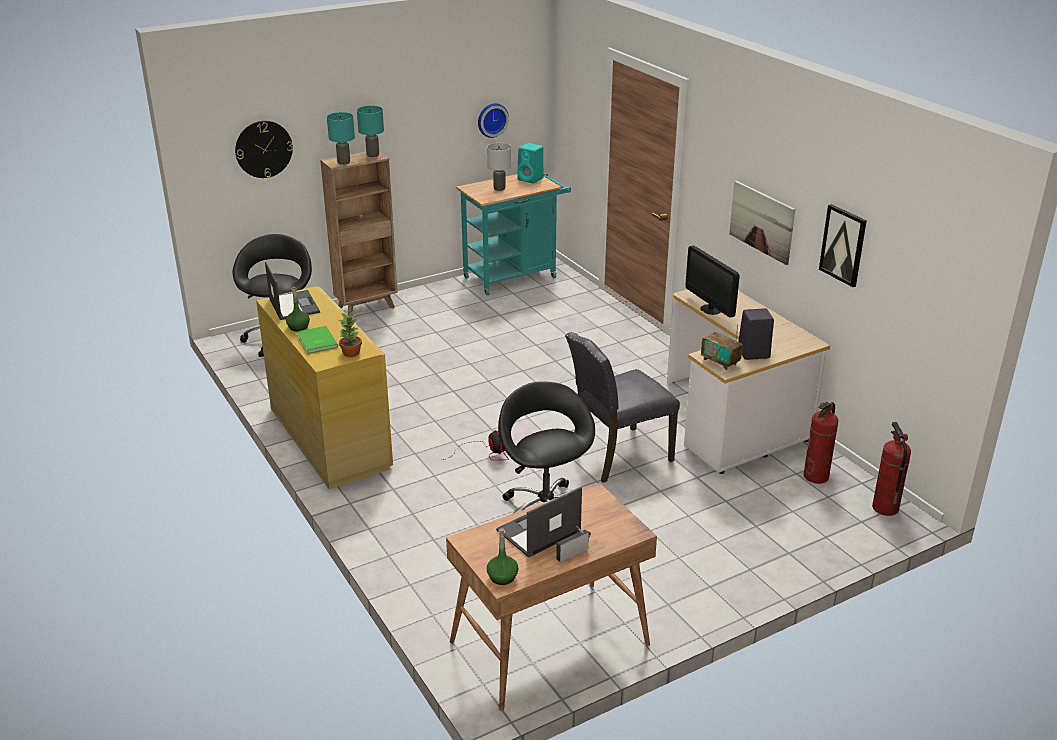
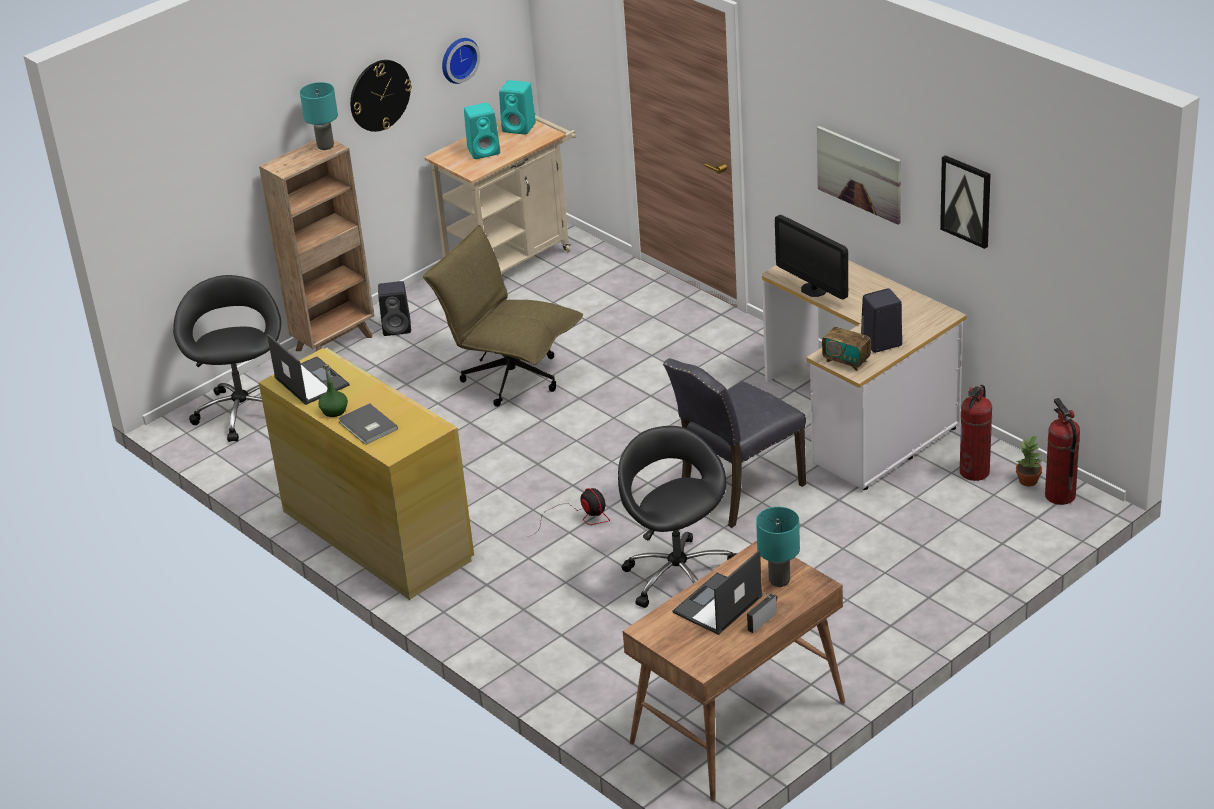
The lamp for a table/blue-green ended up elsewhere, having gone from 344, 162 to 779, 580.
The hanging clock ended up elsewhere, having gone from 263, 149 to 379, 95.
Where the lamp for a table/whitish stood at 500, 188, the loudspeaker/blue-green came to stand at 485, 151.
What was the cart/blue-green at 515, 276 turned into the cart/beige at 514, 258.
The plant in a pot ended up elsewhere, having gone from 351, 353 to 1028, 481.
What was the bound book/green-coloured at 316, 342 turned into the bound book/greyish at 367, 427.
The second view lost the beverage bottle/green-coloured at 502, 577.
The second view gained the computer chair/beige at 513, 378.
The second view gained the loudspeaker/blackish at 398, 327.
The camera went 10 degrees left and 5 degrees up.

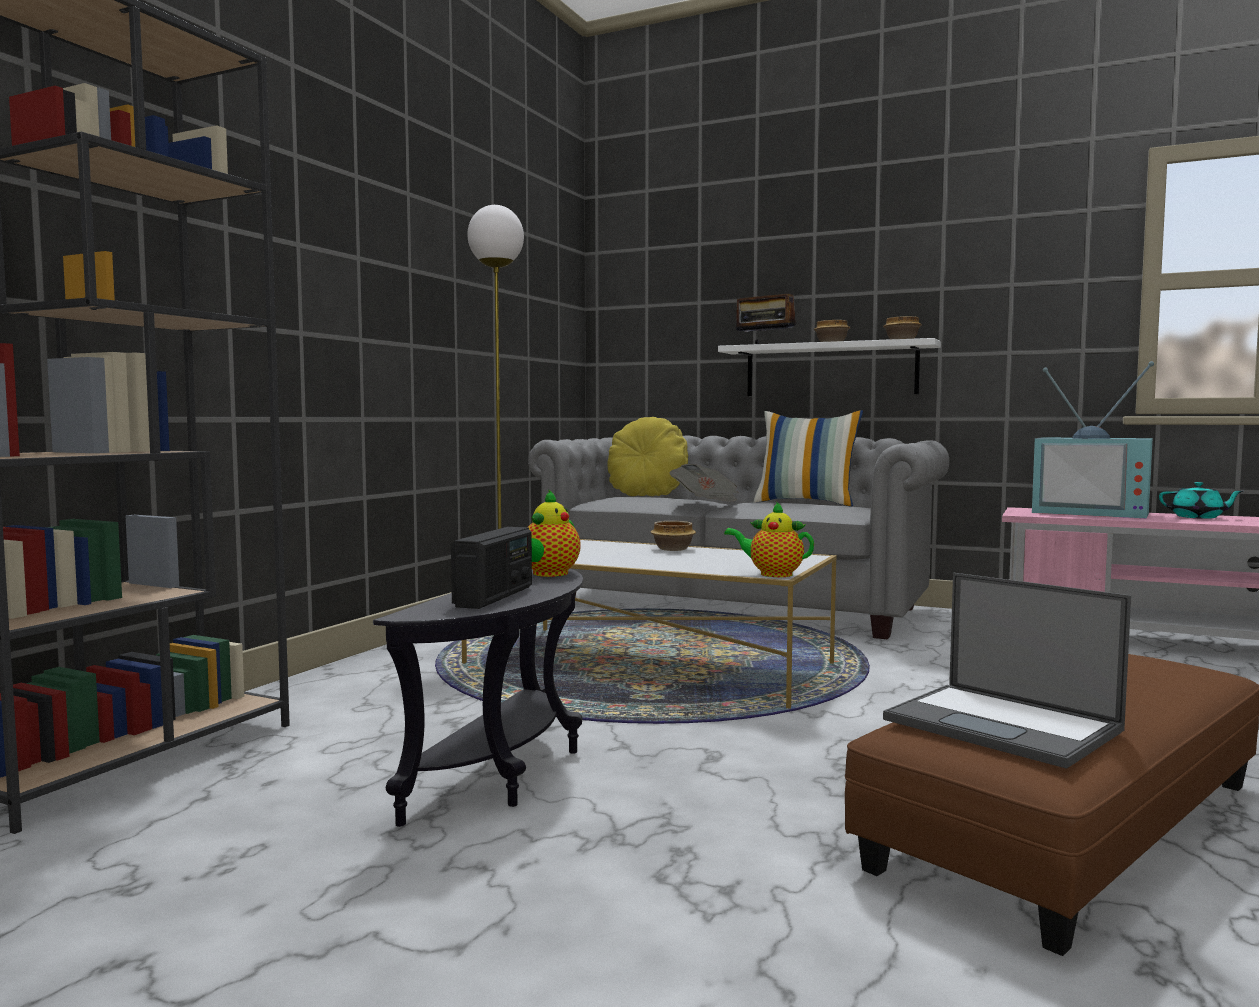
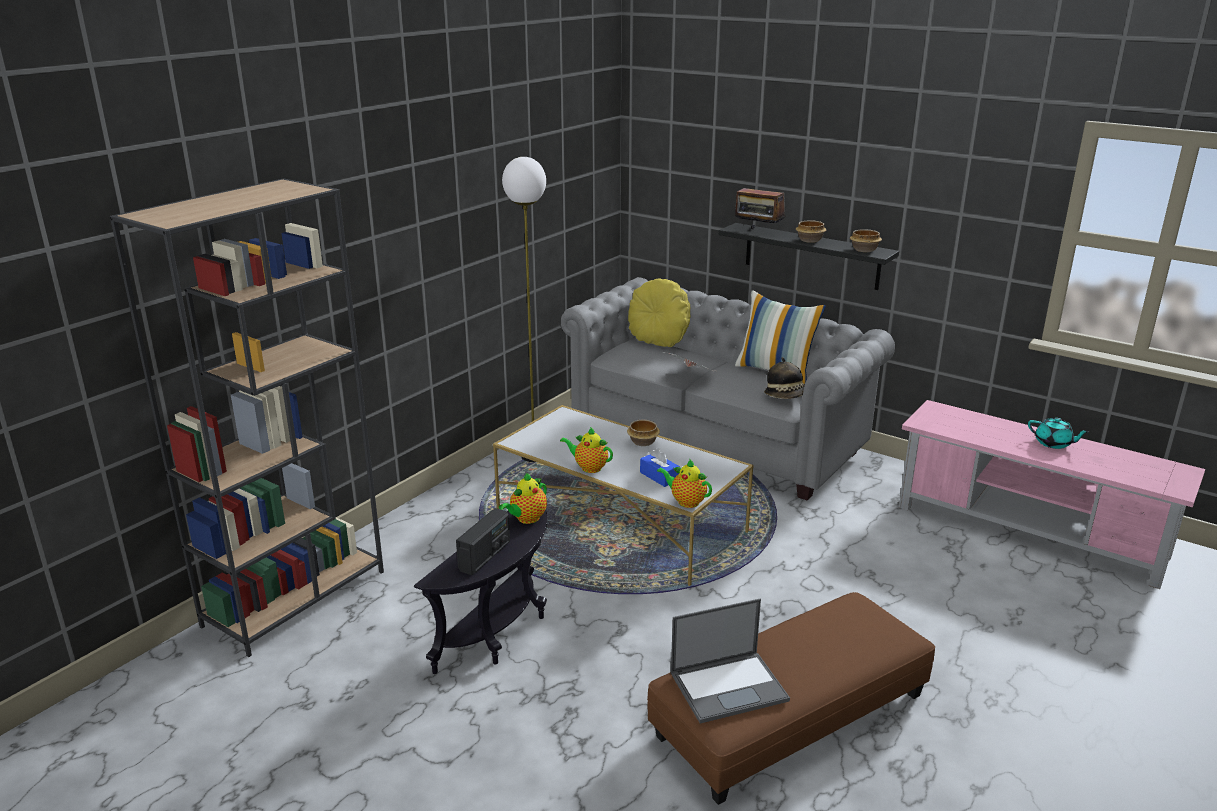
What was the bracket shelf/whitish at 830, 370 turned into the bracket shelf/blackish at 811, 256.
The second view lost the TV at 1092, 512.
The notebook computer at 1005, 725 ended up facing another way, 75 degrees counterclockwise from before.
The second view gained the hat at 786, 396.
The second view gained the pot for tea at 589, 468.
The second view gained the tissue holder/blue at 659, 476.
The camera went 10 degrees right and 20 degrees up.

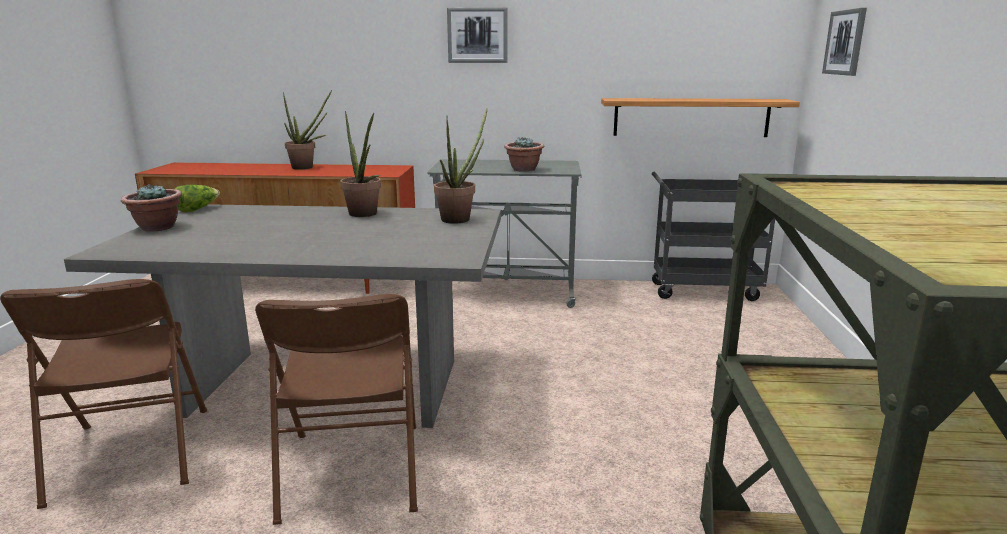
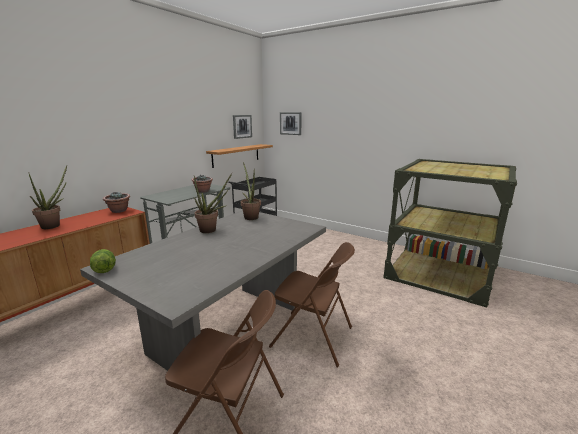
The wall art ended up elsewhere, having gone from 477, 35 to 242, 126.
The plant in a pot ended up elsewhere, having gone from 157, 228 to 119, 211.
The camera went 60 degrees left and 0 degrees up.

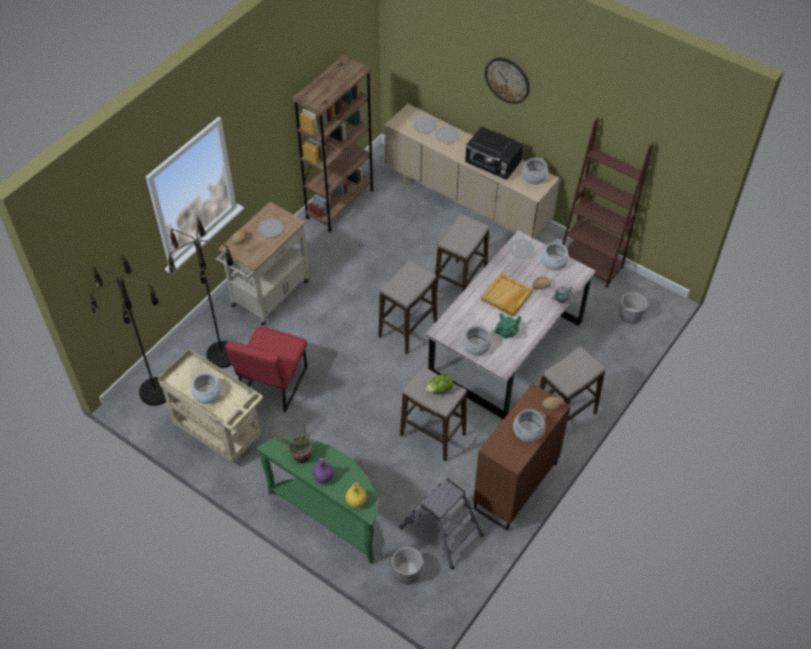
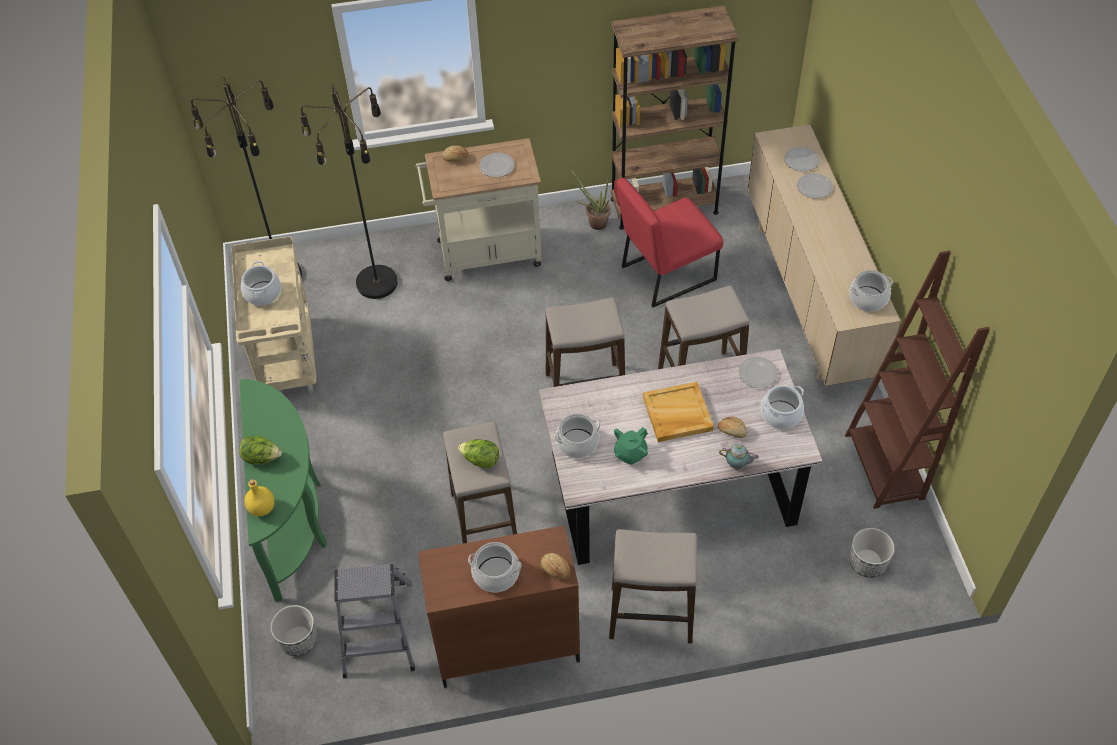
The second view lost the hanging clock at 507, 80.
The second view lost the microwave/blackish at 493, 165.
The pot for tea/green-coloured at 507, 332 ended up facing another way, 120 degrees clockwise from before.
The chair/red ended up elsewhere, having gone from 273, 384 to 665, 274.
The plant in a pot ended up elsewhere, having gone from 298, 457 to 594, 222.
Where the beverage bottle/purplish stood at 323, 477, the lettuce head came to stand at 262, 458.
The camera went 45 degrees right and 0 degrees up.

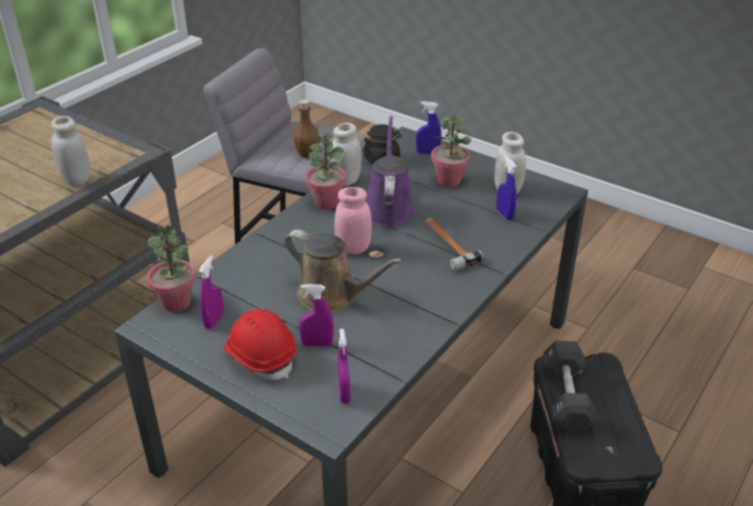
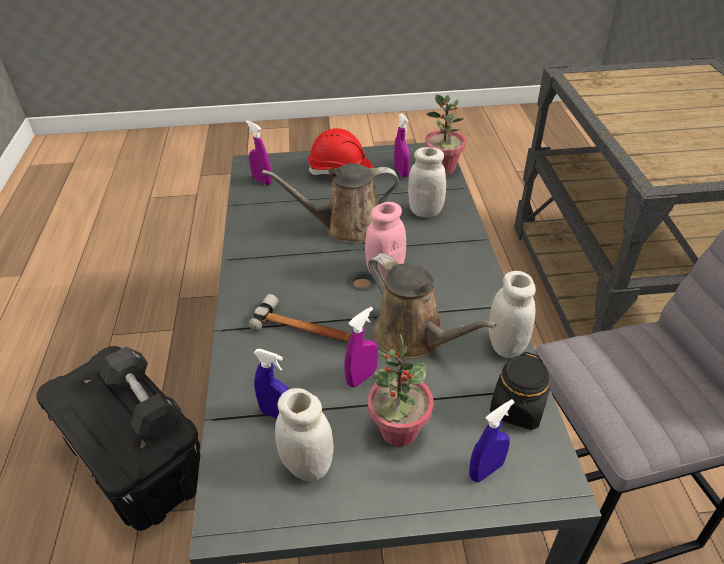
The second view lost the beverage bottle/brown at 307, 153.
The storage jar/whitish ended up elsewhere, having gone from 76, 179 to 425, 211.
What was the watering pot/purplish at 388, 208 turned into the watering pot/brown at 413, 337.
The second view lost the plant in a pot at 326, 202.
The spray bottle/purplish ended up elsewhere, having gone from 317, 344 to 361, 377.
The camera went 140 degrees right and 5 degrees up.

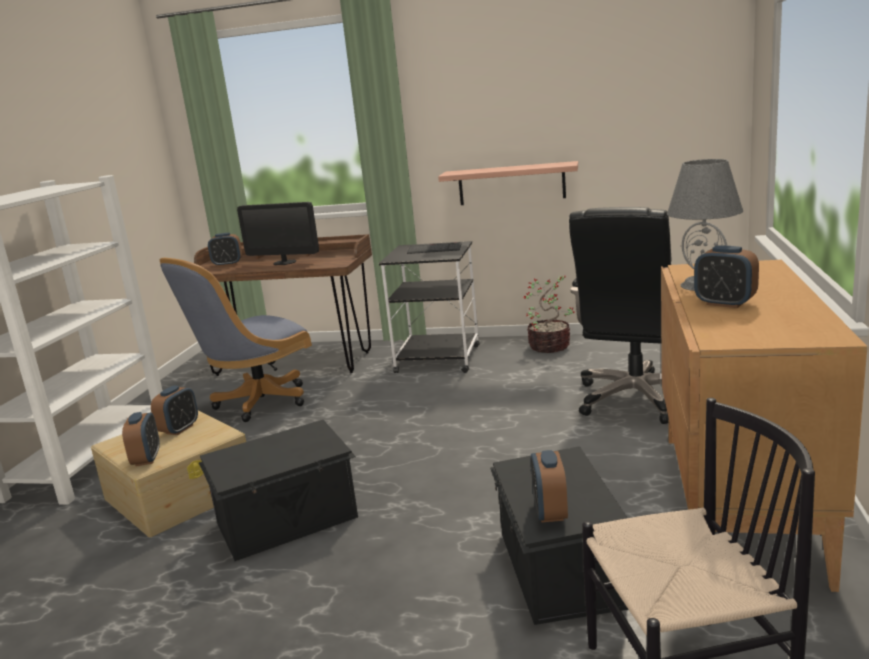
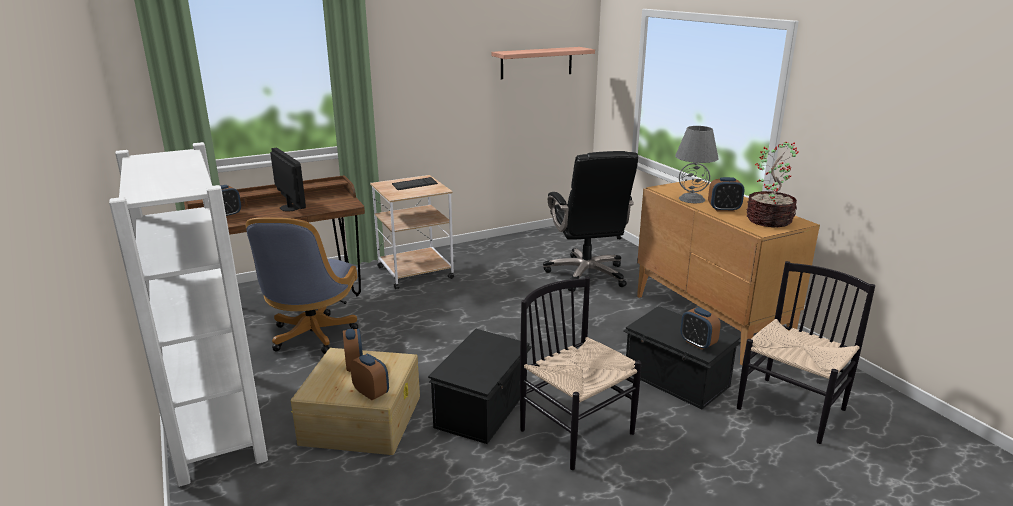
The bracket shelf ended up elsewhere, having gone from 511, 184 to 536, 62.
The computer display at 284, 262 ended up facing another way, 105 degrees counterclockwise from before.
What was the cart/blackish at 439, 359 turned into the cart/beige at 416, 272.
The plant in a pot ended up elsewhere, having gone from 550, 346 to 769, 220.
The second view gained the chair/blackish at 573, 429.
The camera went 40 degrees left and 5 degrees up.

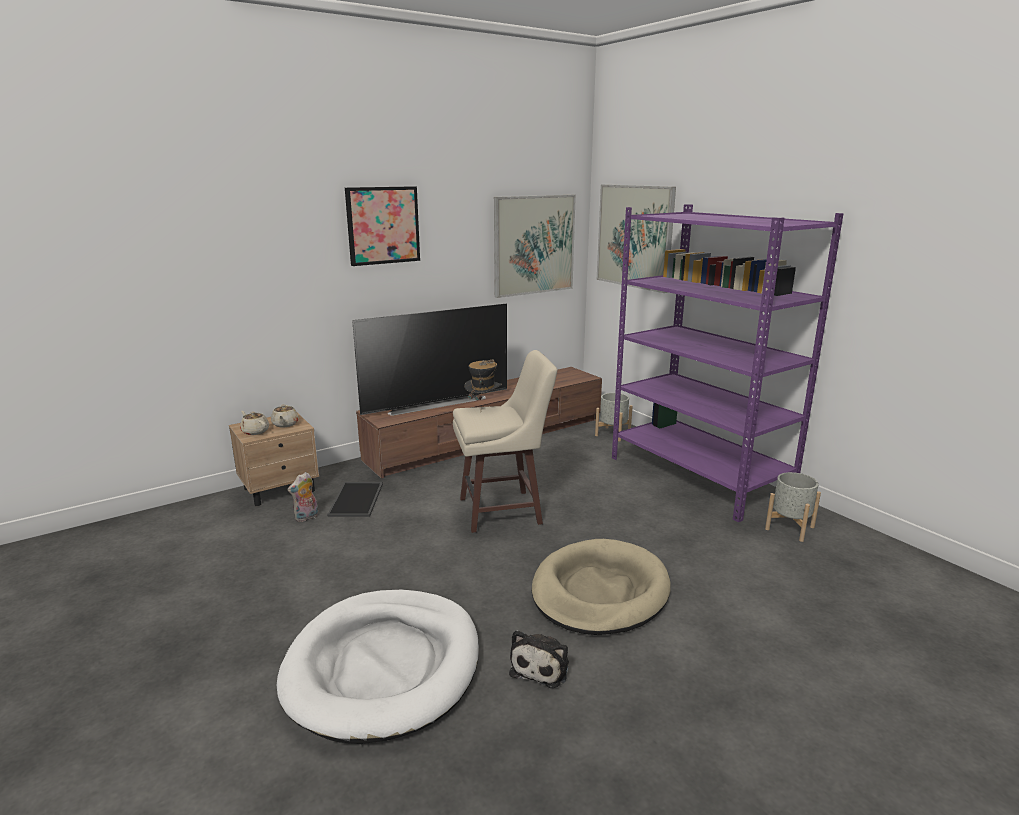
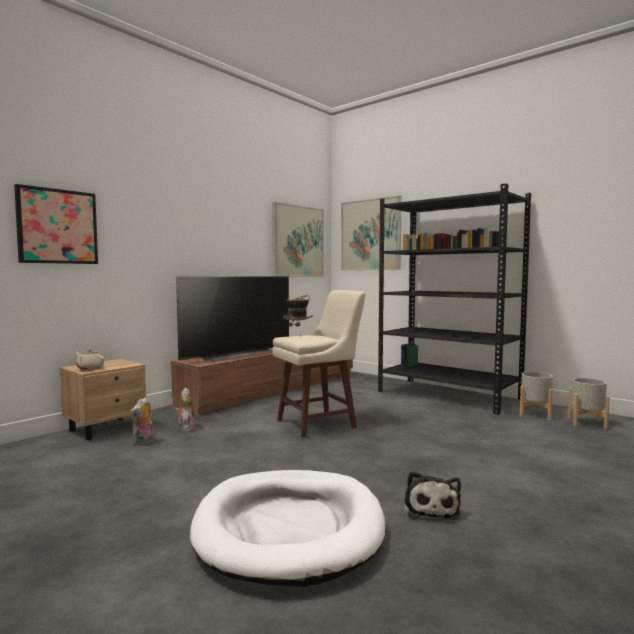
The wall art ended up elsewhere, having gone from 383, 225 to 57, 226.
What was the bookcase/purplish at 698, 476 turned into the bookcase/blackish at 448, 395.
The plant pot/greyish ended up elsewhere, having gone from 612, 434 to 586, 423.
The second view lost the pot for tea/beige at 285, 424.
Where the tray stood at 357, 500, the plush toy came to stand at 185, 428.
The second view lost the dog bed/beige at 599, 591.
The camera went 15 degrees left and 15 degrees down.

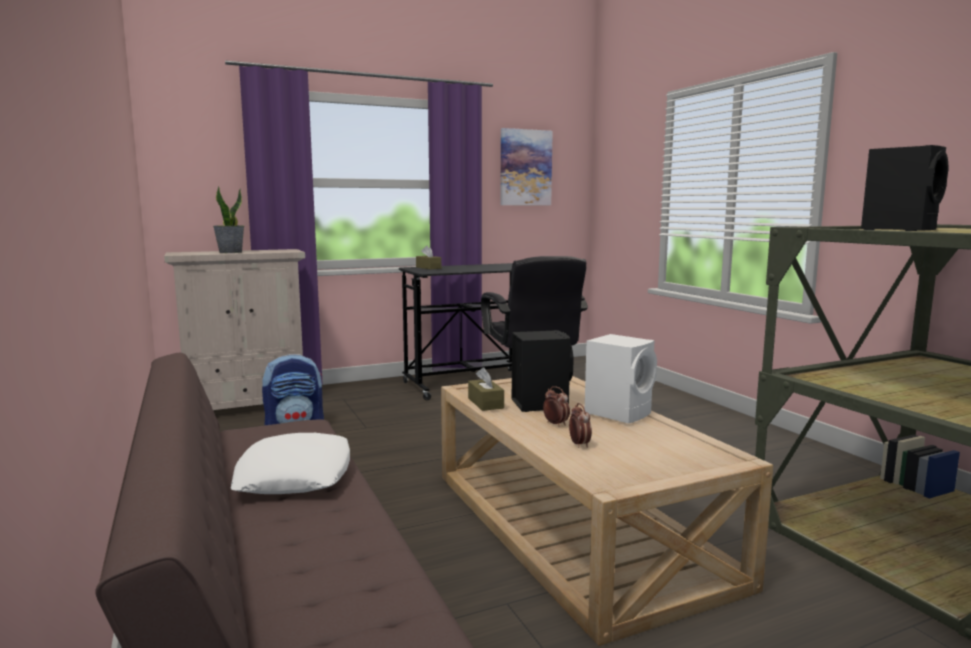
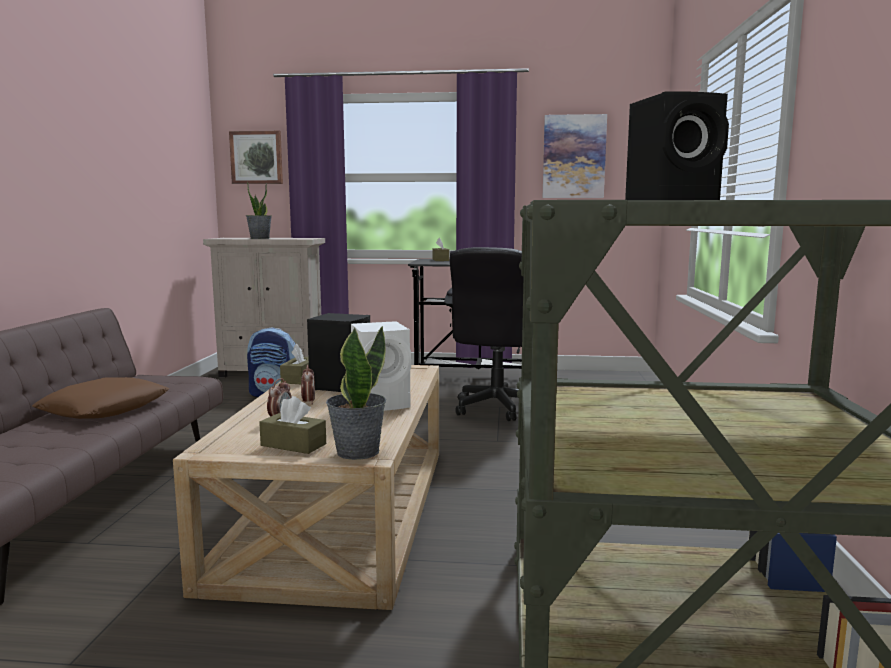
What was the cushion/whitish at 294, 475 turned into the cushion/brown at 105, 408.
The second view gained the wall art at 257, 157.
The second view gained the plant in a pot at 357, 452.
The second view gained the tissue holder/brown at 293, 445.
The camera went 30 degrees right and 0 degrees up.

